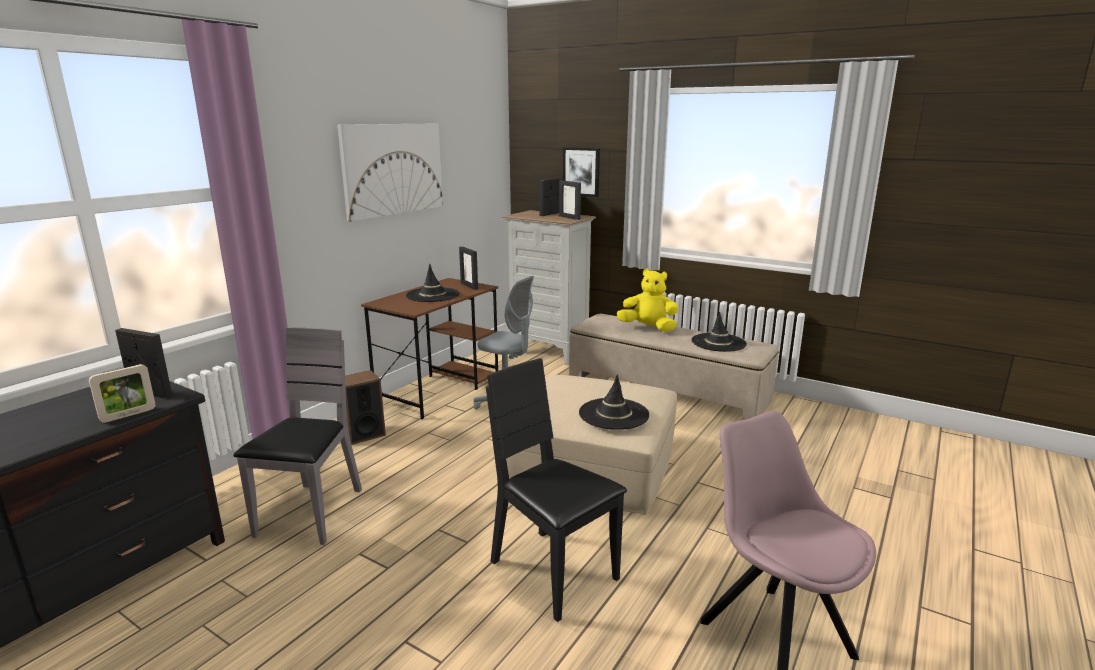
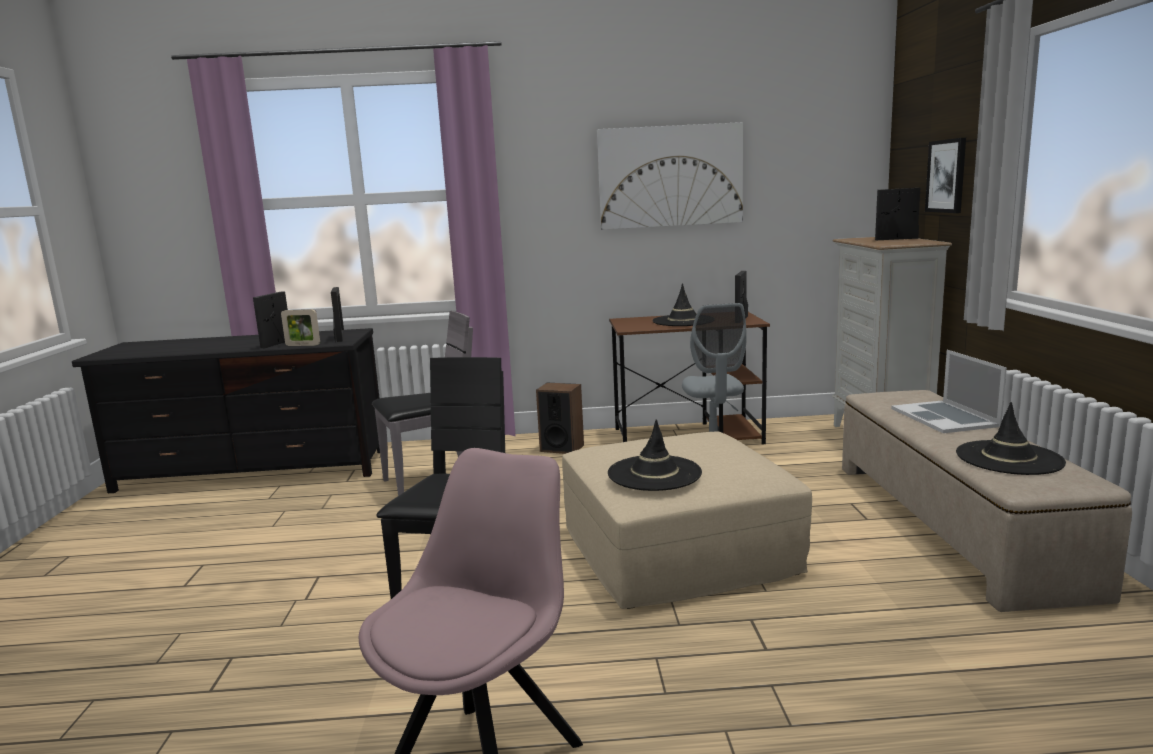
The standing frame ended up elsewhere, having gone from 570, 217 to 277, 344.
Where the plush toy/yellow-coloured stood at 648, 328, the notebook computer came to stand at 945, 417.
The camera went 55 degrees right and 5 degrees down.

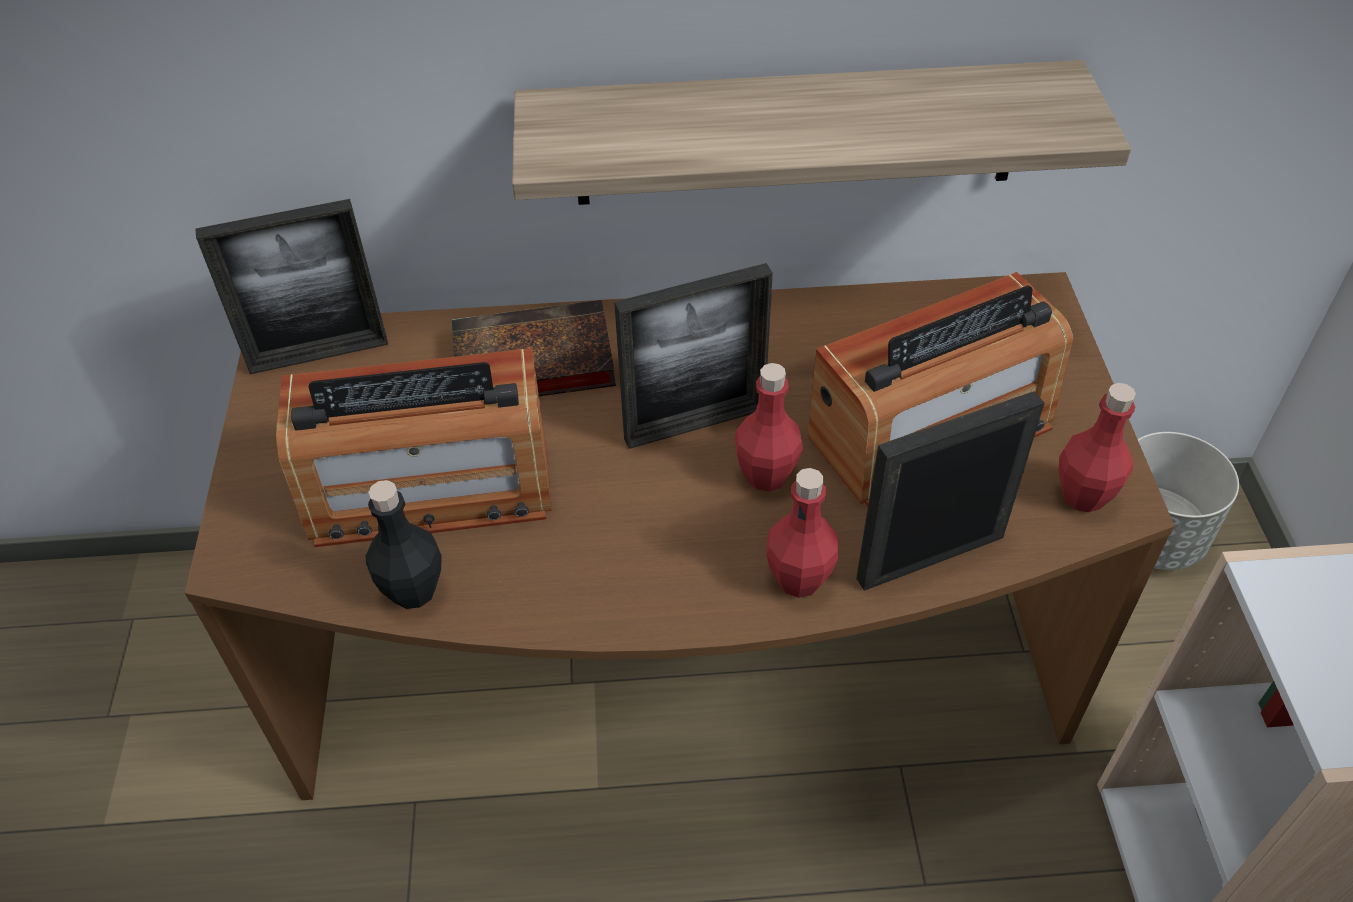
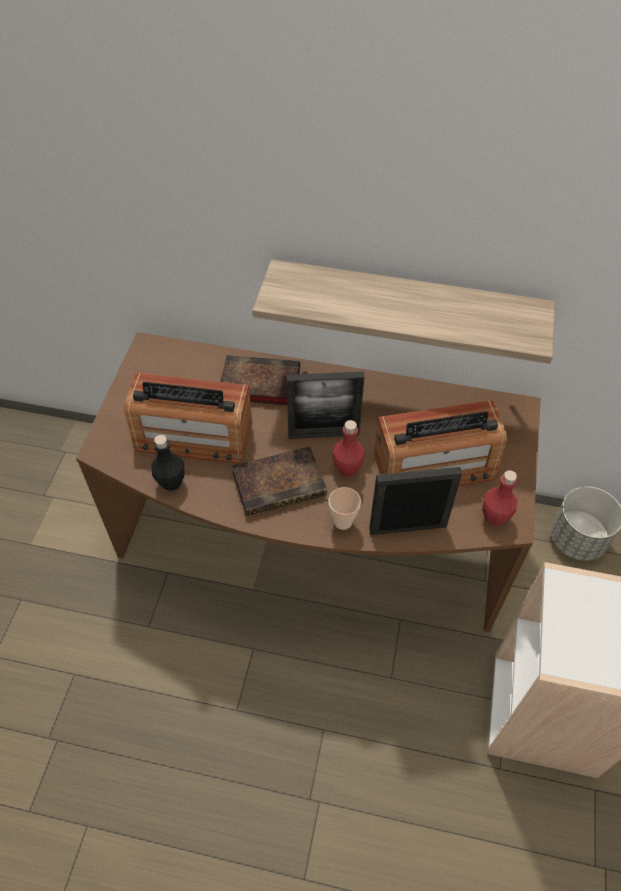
The second view lost the standing frame at 319, 354.
Where the beverage bottle/red stood at 799, 579, the small cup came to stand at 343, 522.
The second view gained the bound book at 281, 483.
The camera went 15 degrees right and 5 degrees up.

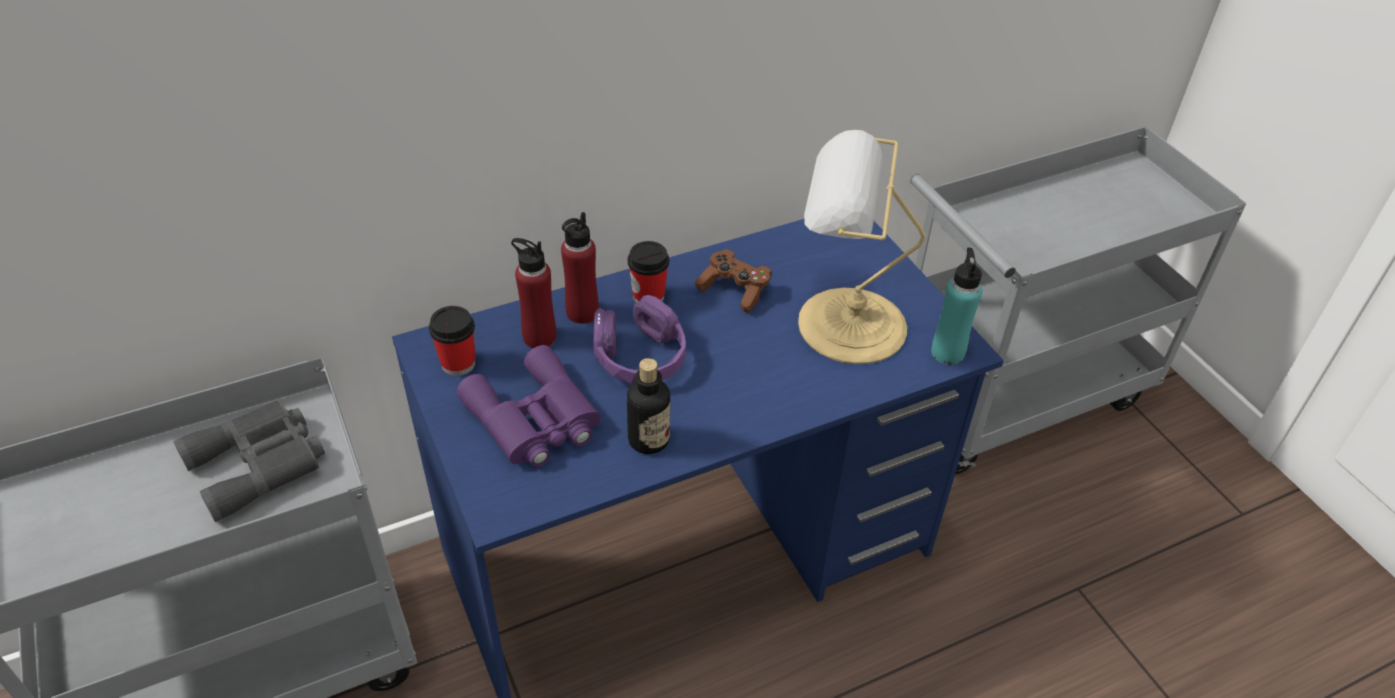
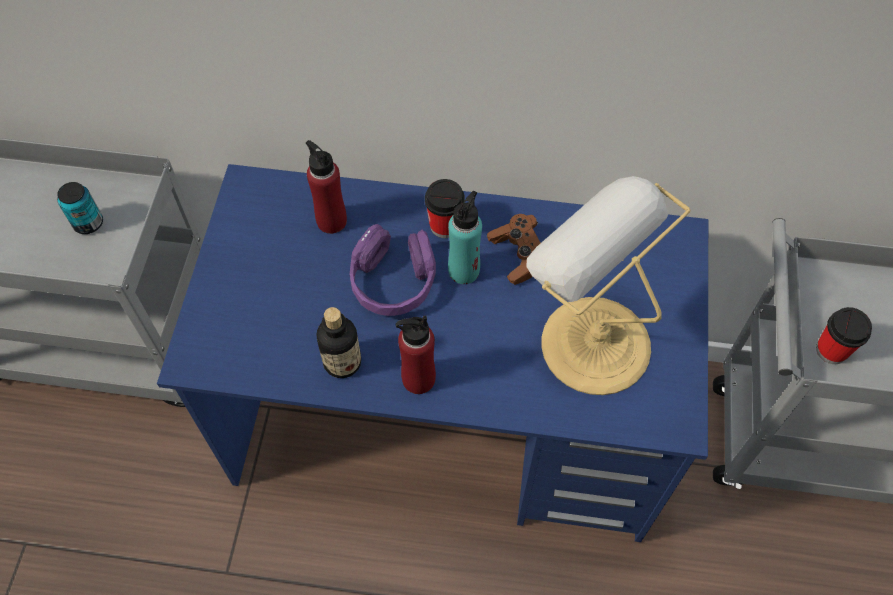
The beverage bottle/red ended up elsewhere, having gone from 582, 312 to 418, 379.
The beverage bottle/blue-green ended up elsewhere, having gone from 947, 352 to 464, 271.
The small cup ended up elsewhere, having gone from 458, 363 to 831, 350.
The second view lost the pair of binoculars/purplish at 534, 421.
Where the pair of binoculars/greyish stood at 260, 463, the can came to stand at 88, 223.
The camera went 35 degrees right and 15 degrees up.

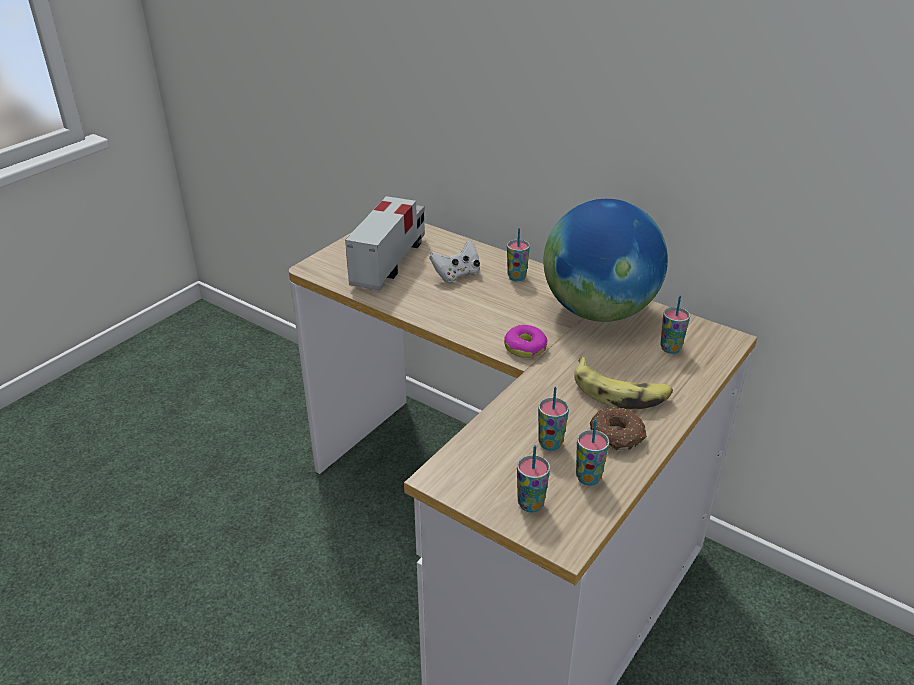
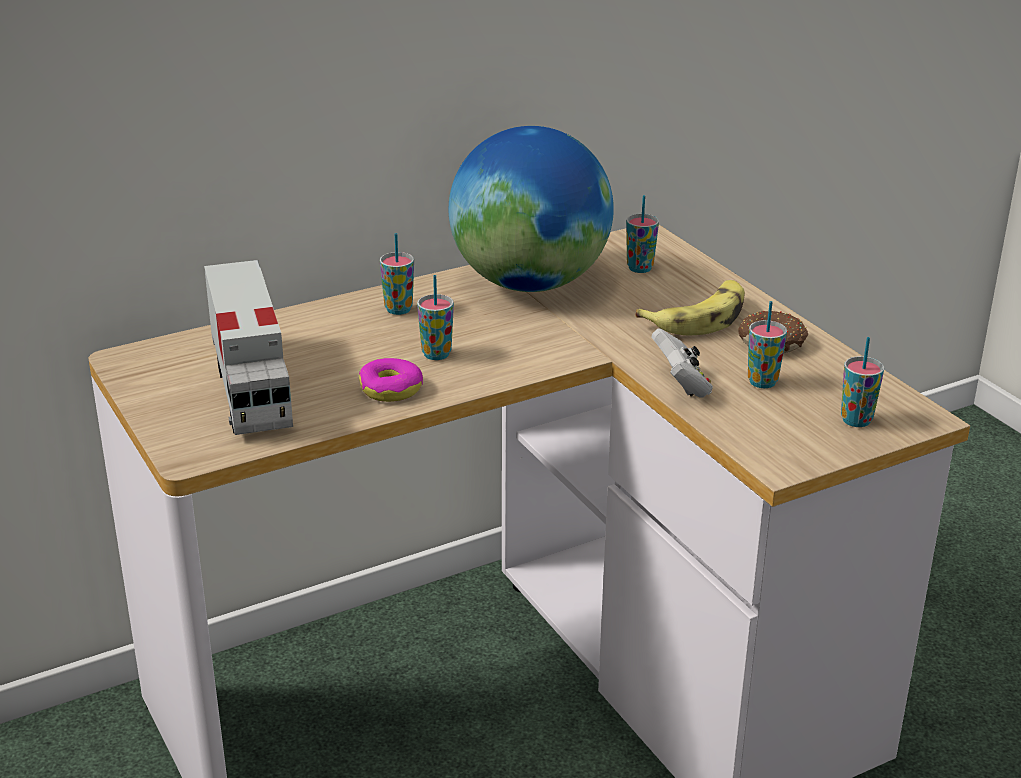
The model truck at 389, 262 ended up facing another way, 150 degrees counterclockwise from before.
The gamepad/whitish ended up elsewhere, having gone from 457, 275 to 681, 385.
The doughnut ended up elsewhere, having gone from 525, 347 to 391, 389.
The small cup ended up elsewhere, having gone from 588, 478 to 436, 354.
The camera went 65 degrees left and 5 degrees down.

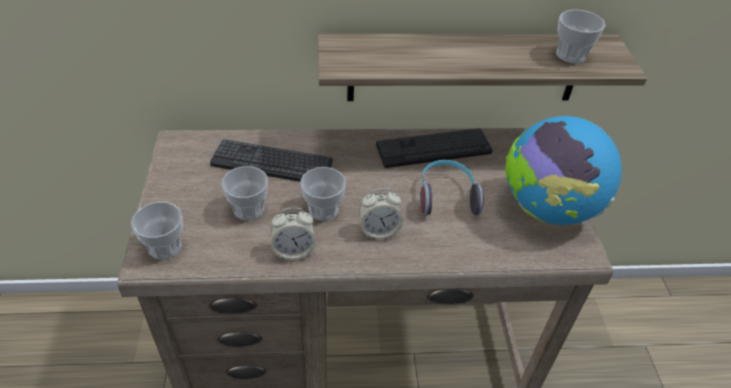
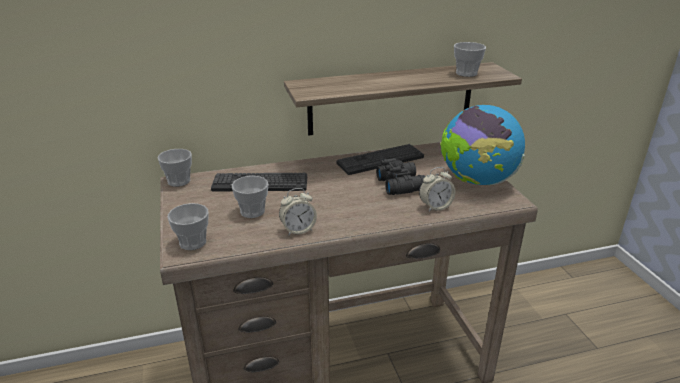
Where the headset stood at 446, 196, the pair of binoculars/blackish came to stand at 401, 184.
The small cup ended up elsewhere, having gone from 323, 209 to 179, 181.
The alarm clock ended up elsewhere, having gone from 379, 231 to 435, 206.
The camera went 10 degrees left and 15 degrees down.

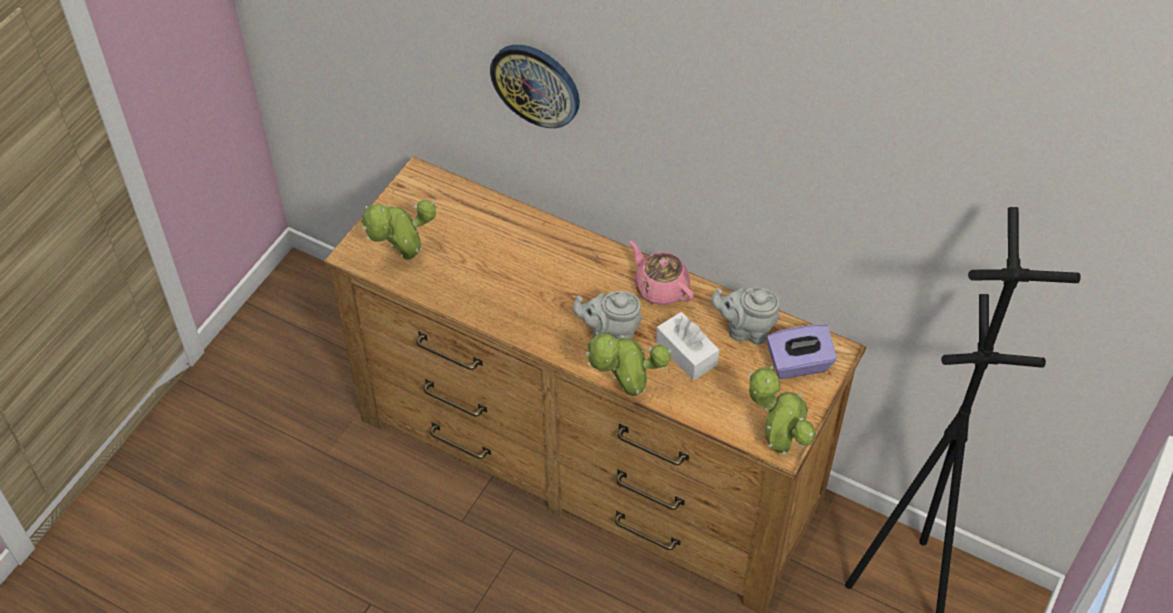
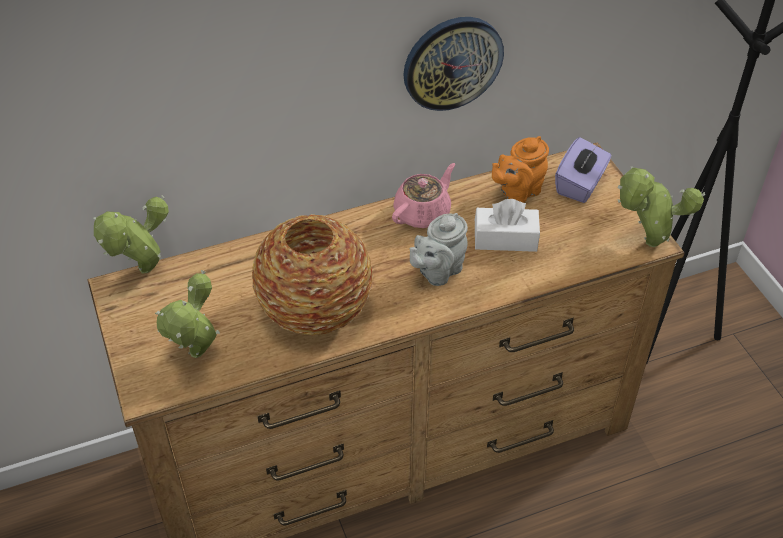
The hanging clock ended up elsewhere, having gone from 536, 84 to 452, 62.
The pot for tea/pink at 660, 287 ended up facing another way, 135 degrees clockwise from before.
What was the pot for tea/greyish at 746, 330 turned into the pot for tea/orangey at 517, 192.
The plant in a pot ended up elsewhere, having gone from 627, 392 to 143, 272.
The second view gained the vase at 315, 312.
The camera went 50 degrees left and 5 degrees down.

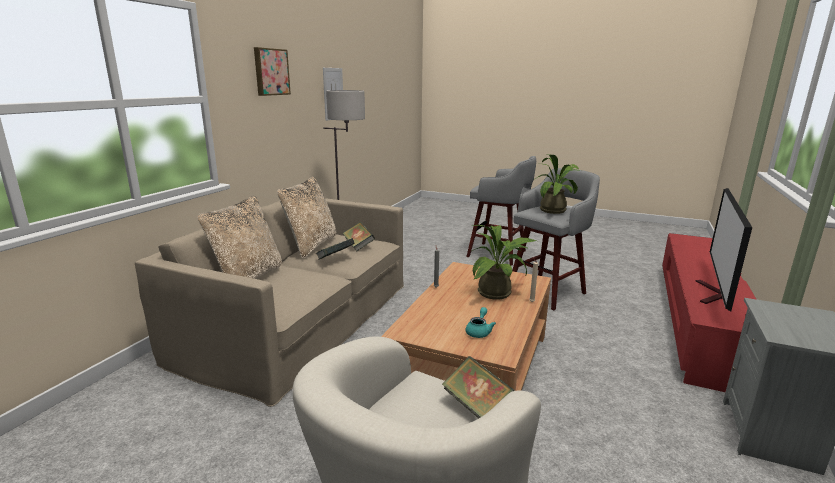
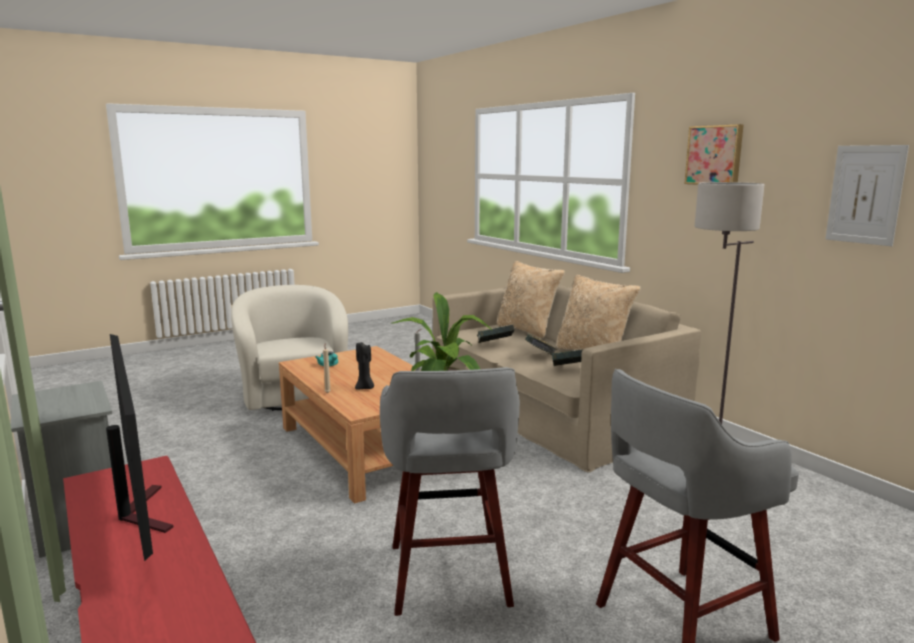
Where the plant in a pot stood at 498, 293, the wax candle/blackish came to stand at 365, 388.
The bound book ended up elsewhere, having gone from 476, 406 to 495, 345.
The camera went 125 degrees right and 5 degrees down.

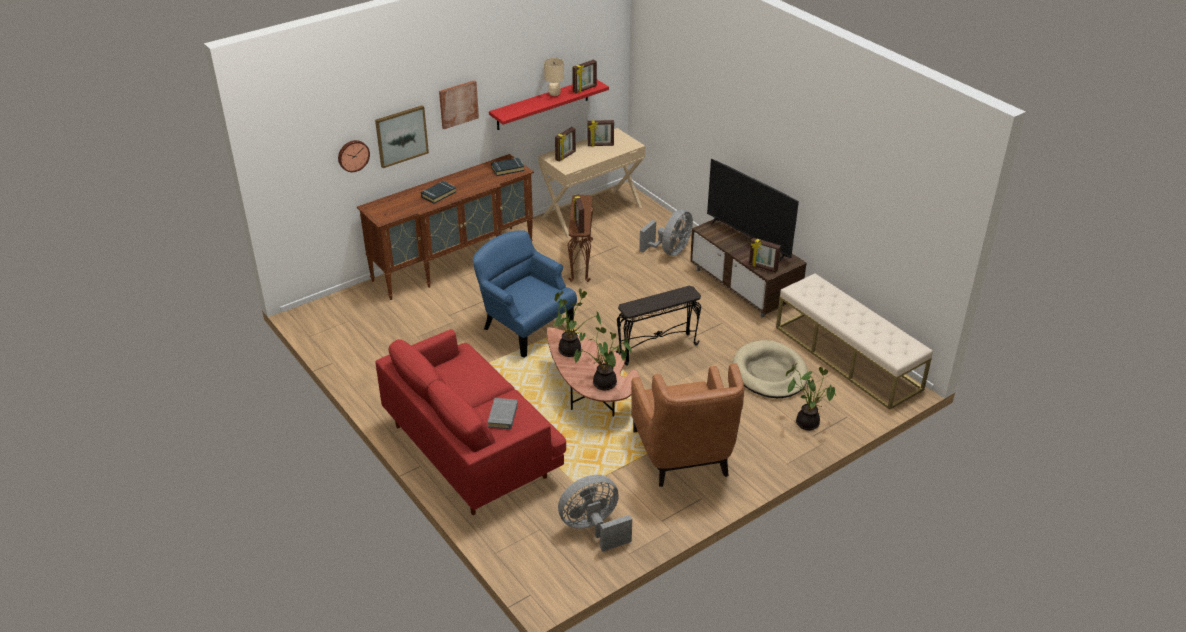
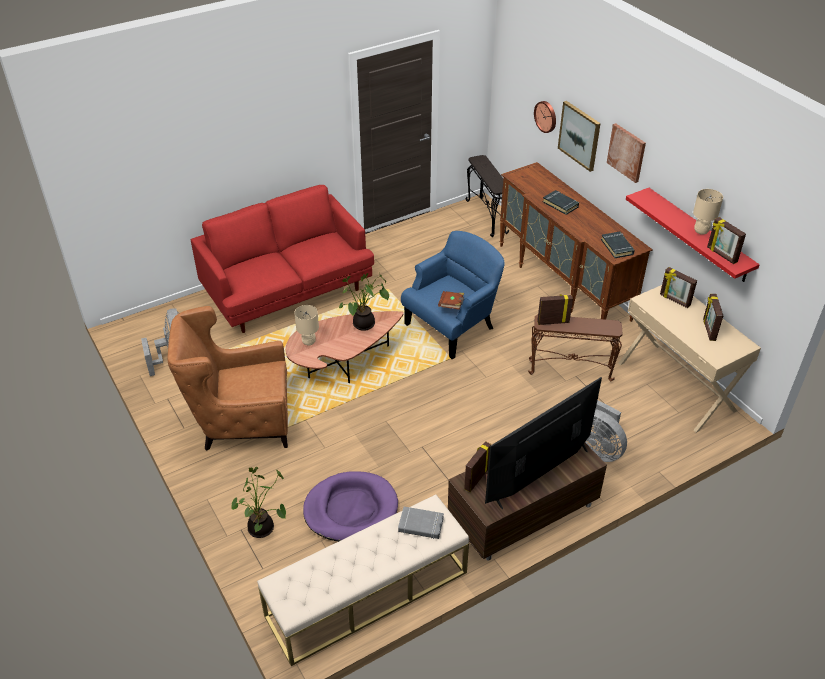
The end table/blackish ended up elsewhere, having gone from 657, 349 to 486, 217.
Where the plant in a pot stood at 603, 385, the lamp for a table/beige came to stand at 308, 342.
What was the dog bed/beige at 769, 373 turned into the dog bed/purplish at 351, 509.
The bound book/greyish ended up elsewhere, having gone from 503, 416 to 420, 525.
The second view gained the bound book/brown at 451, 305.
The camera went 95 degrees right and 5 degrees up.

